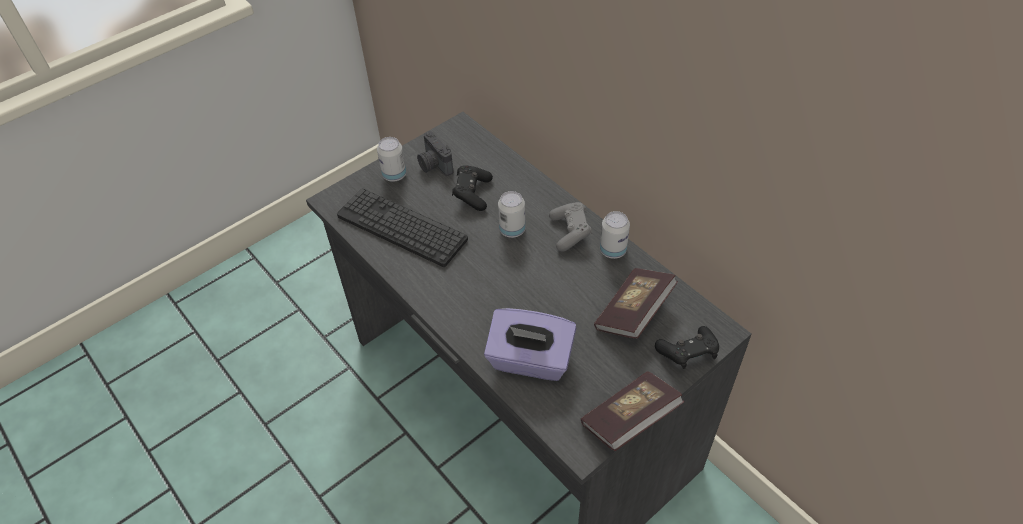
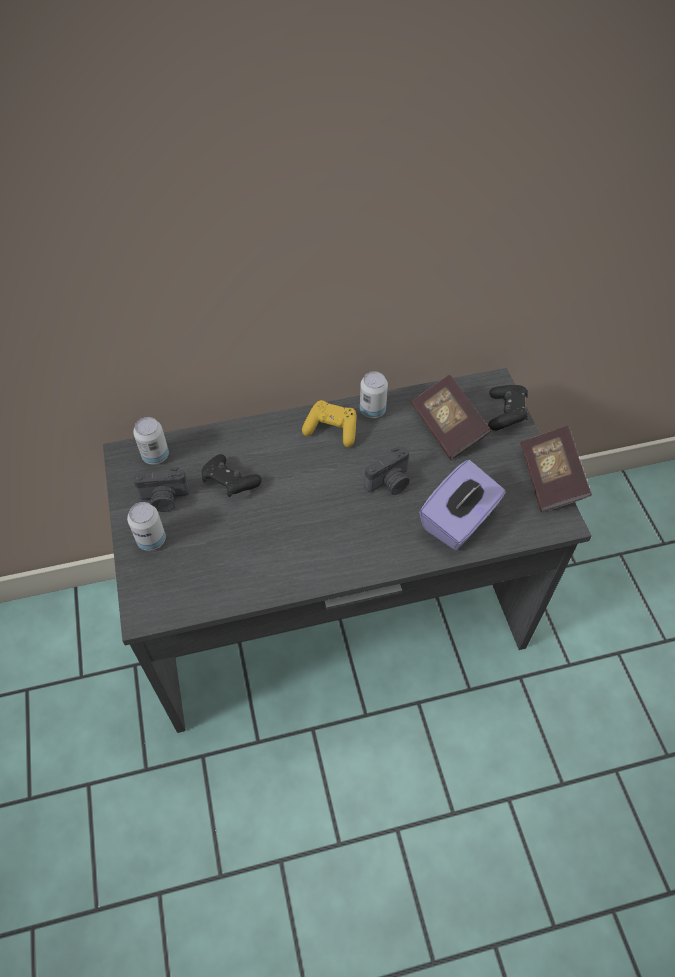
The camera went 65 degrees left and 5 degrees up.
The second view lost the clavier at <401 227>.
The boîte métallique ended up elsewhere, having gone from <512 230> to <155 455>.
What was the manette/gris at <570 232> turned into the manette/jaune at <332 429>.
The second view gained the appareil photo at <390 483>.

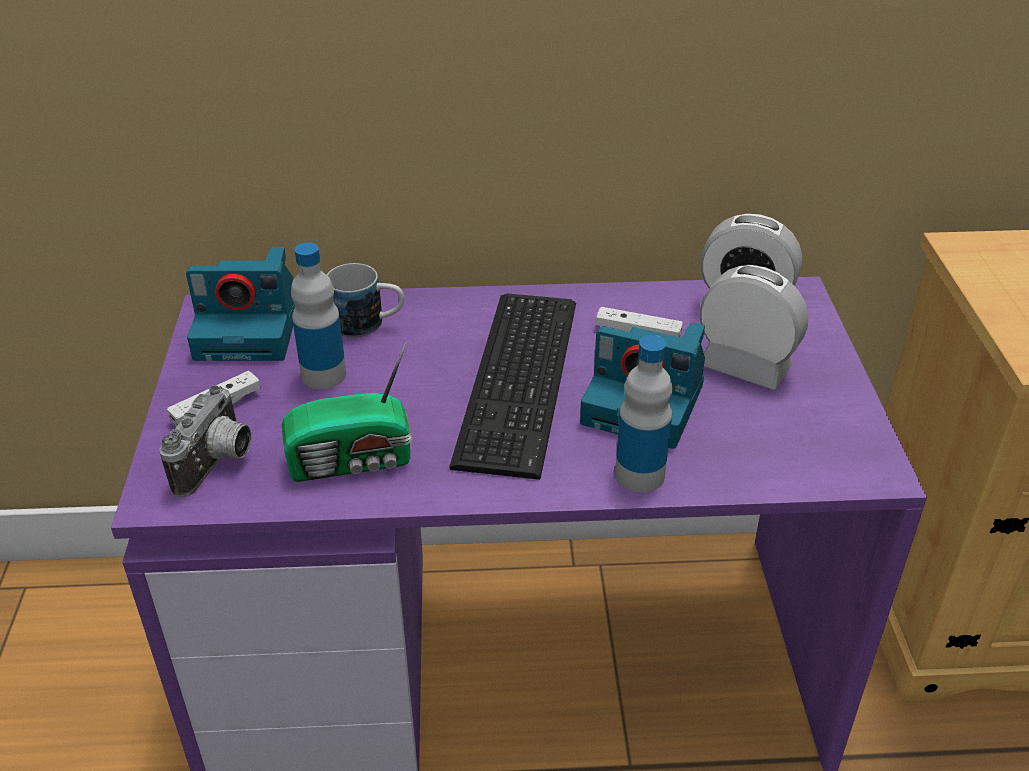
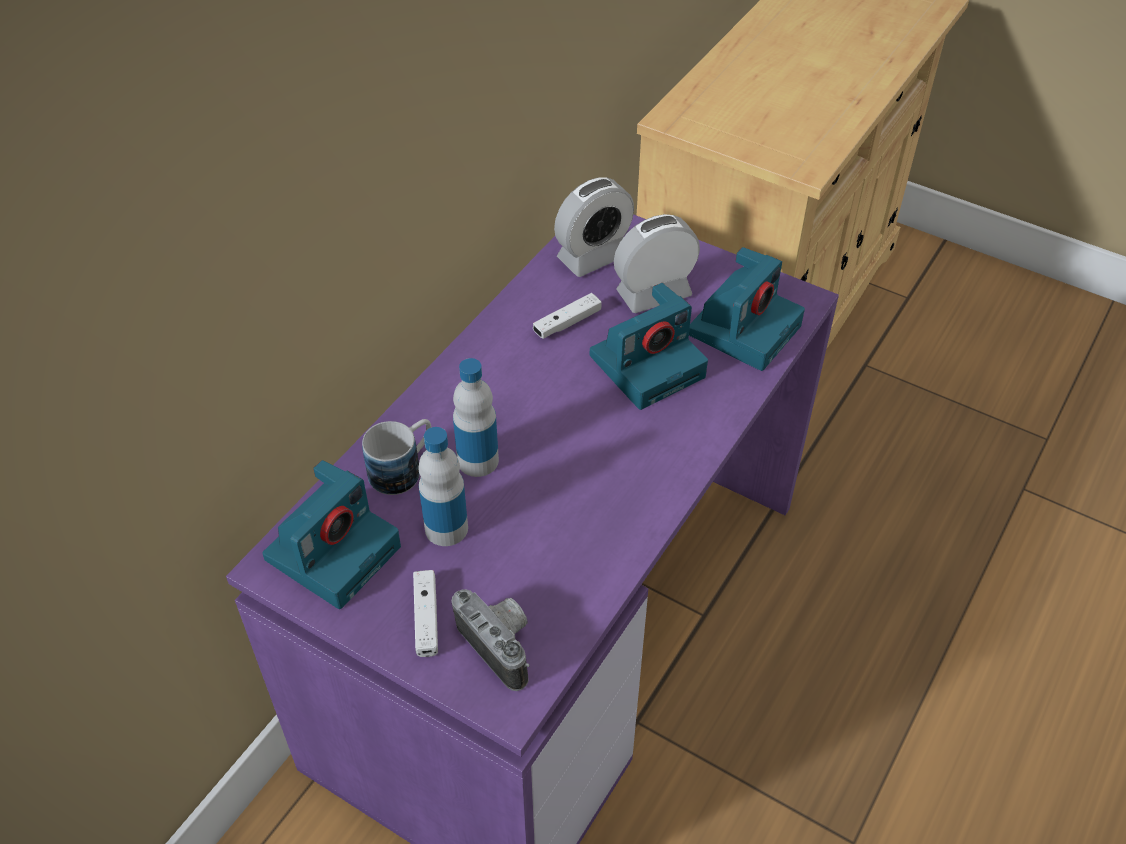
The camera went 55 degrees left and 10 degrees up.
The second view lost the radio at <354 461>.
The second view lost the clavier at <524 378>.
The bouteille ended up elsewhere, having gone from <639 475> to <478 460>.
The second view gained the appareil photo at <744 328>.

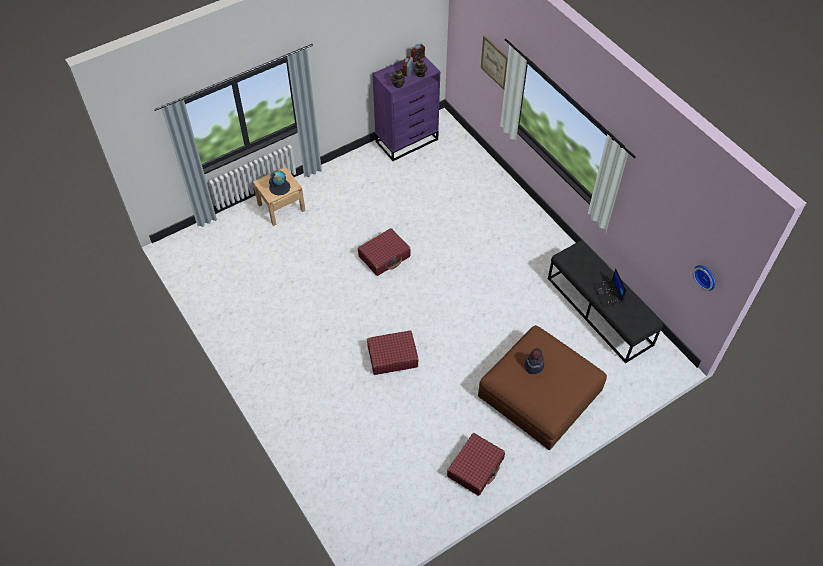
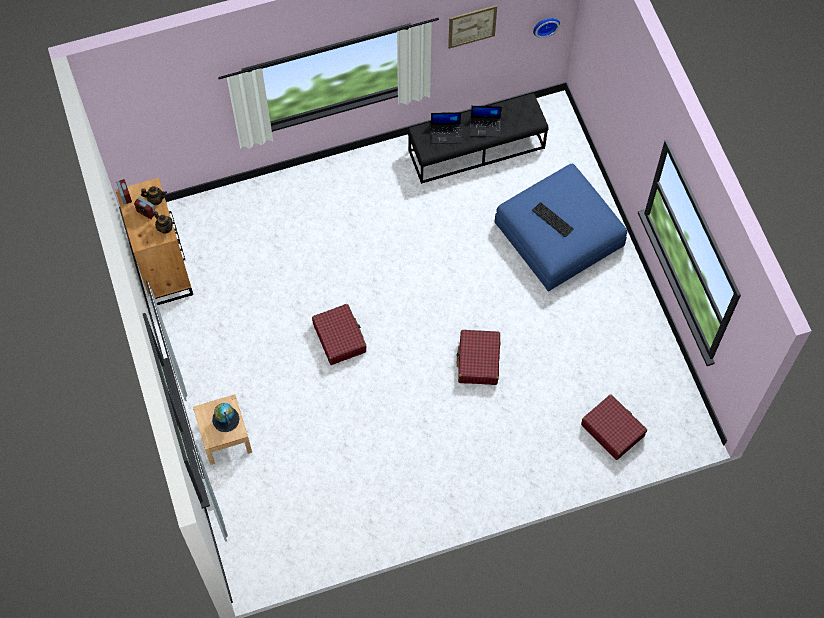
The camera went 75 degrees left and 10 degrees up.
What was the commode/violet at <407 140> turned into the commode/marron at <164 270>.
The valise/rouge ended up elsewhere, having gone from <475 467> to <612 430>.
What was the pouf/marron at <540 393> turned into the pouf/bleu at <559 234>.
The tableau ended up elsewhere, having gone from <495 62> to <472 26>.
Where the chapeau stood at <533 365>, the clavier came to stand at <552 220>.
The second view gained the ordinateur portable at <446 133>.

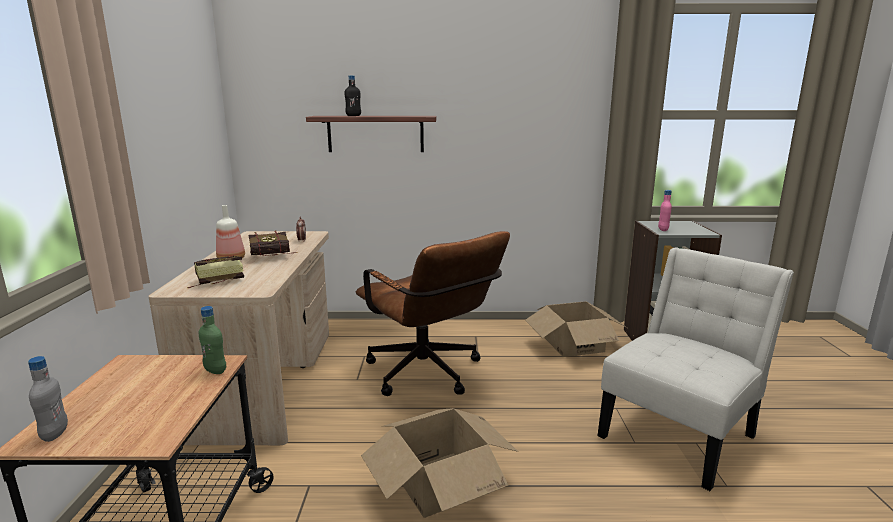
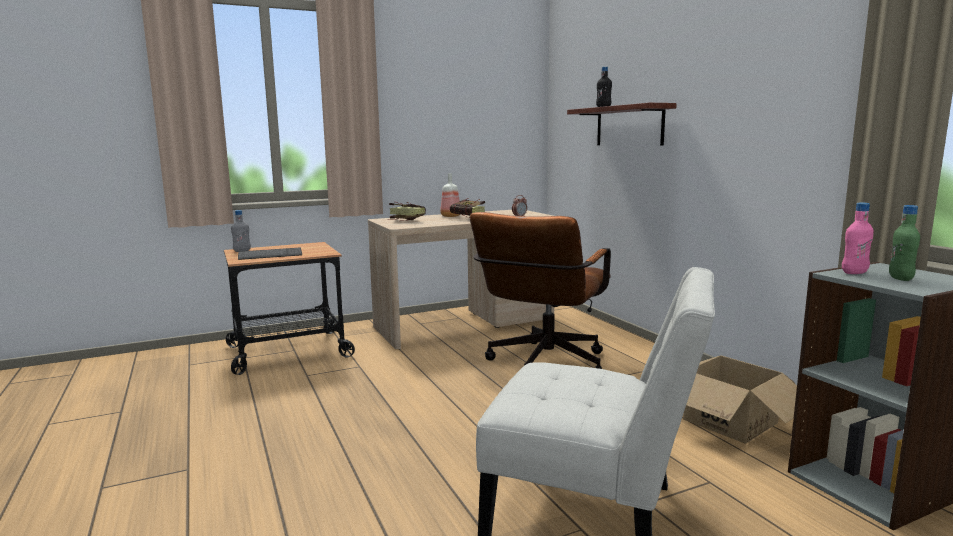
The camera went 65 degrees right and 5 degrees down.
The bouteille/vert ended up elsewhere, having gone from <215 370> to <900 278>.
The second view lost the carton at <440 482>.
The second view gained the clavier at <270 255>.

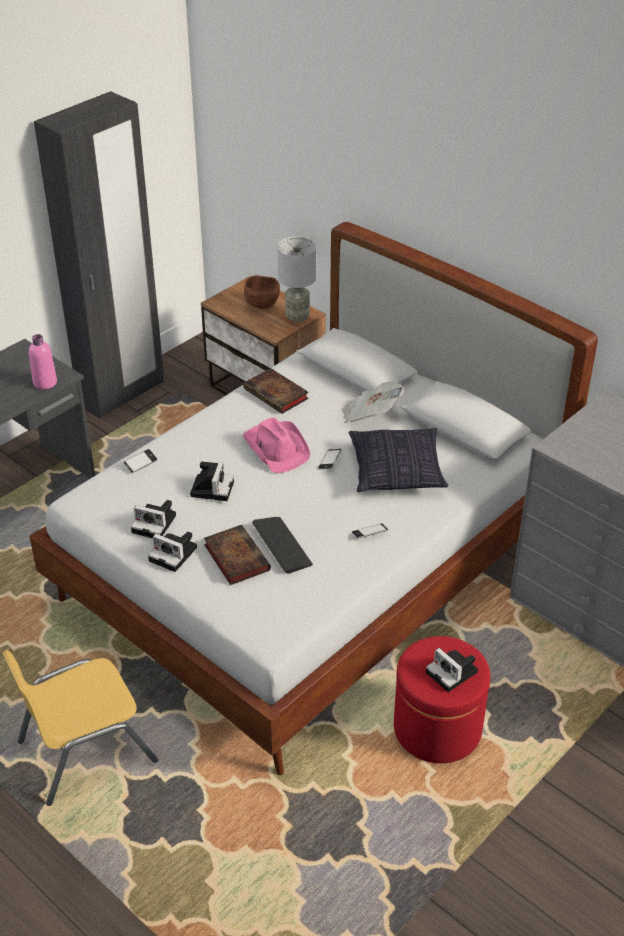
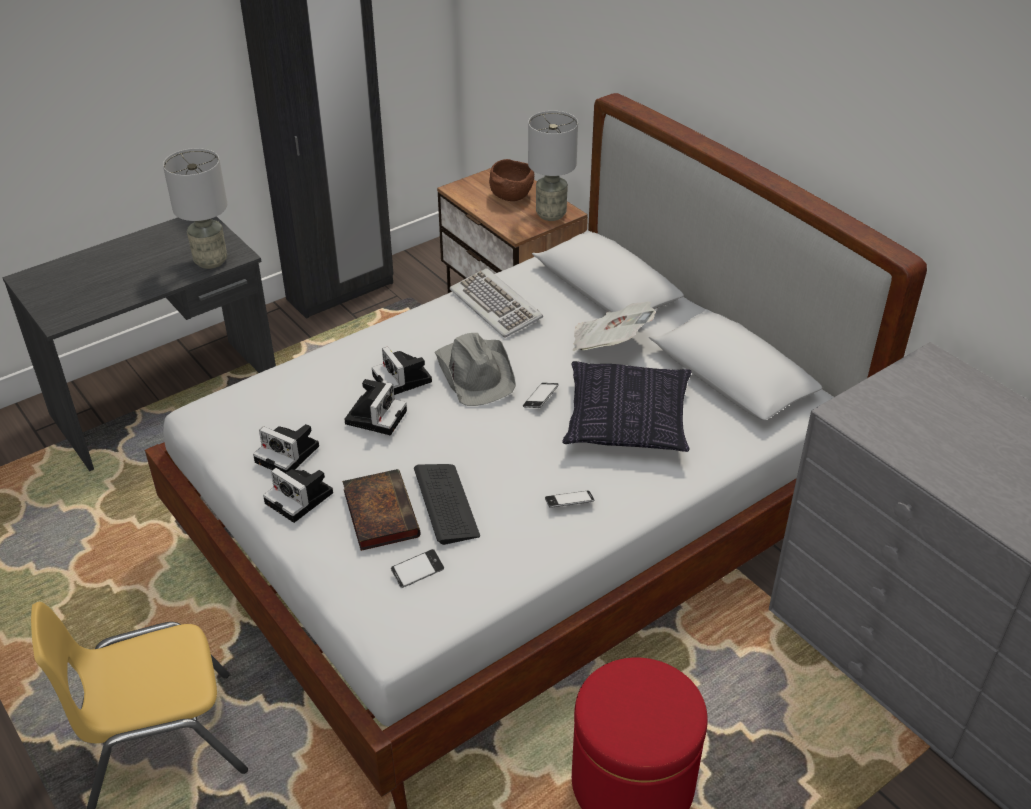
The camera went 10 degrees right and 0 degrees up.
Where the bouteille/rose stood at <45 382>, the lampe de table/gris came to stand at <211 261>.
The téléphone ended up elsewhere, having gone from <140 463> to <417 571>.
What was the chapeau/rose at <277 447> turned into the chapeau/gris at <476 372>.
Where the livre stood at <277 395>, the clavier came to stand at <496 306>.
The appareil photo ended up elsewhere, having gone from <453 673> to <404 380>.

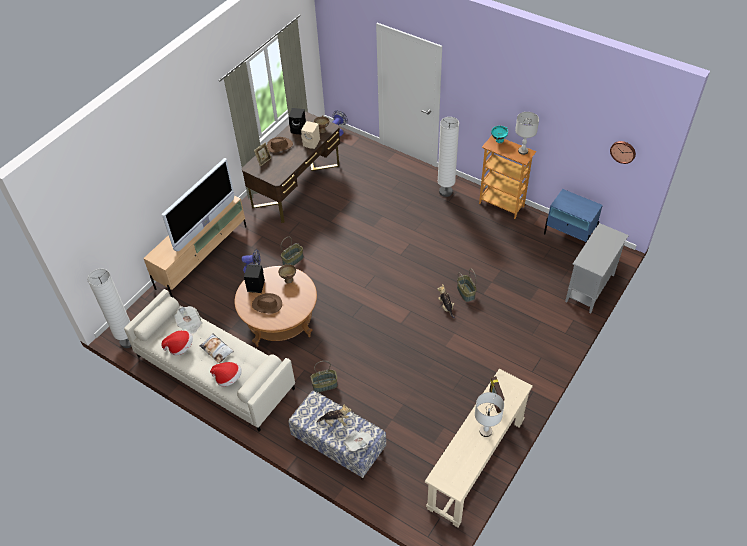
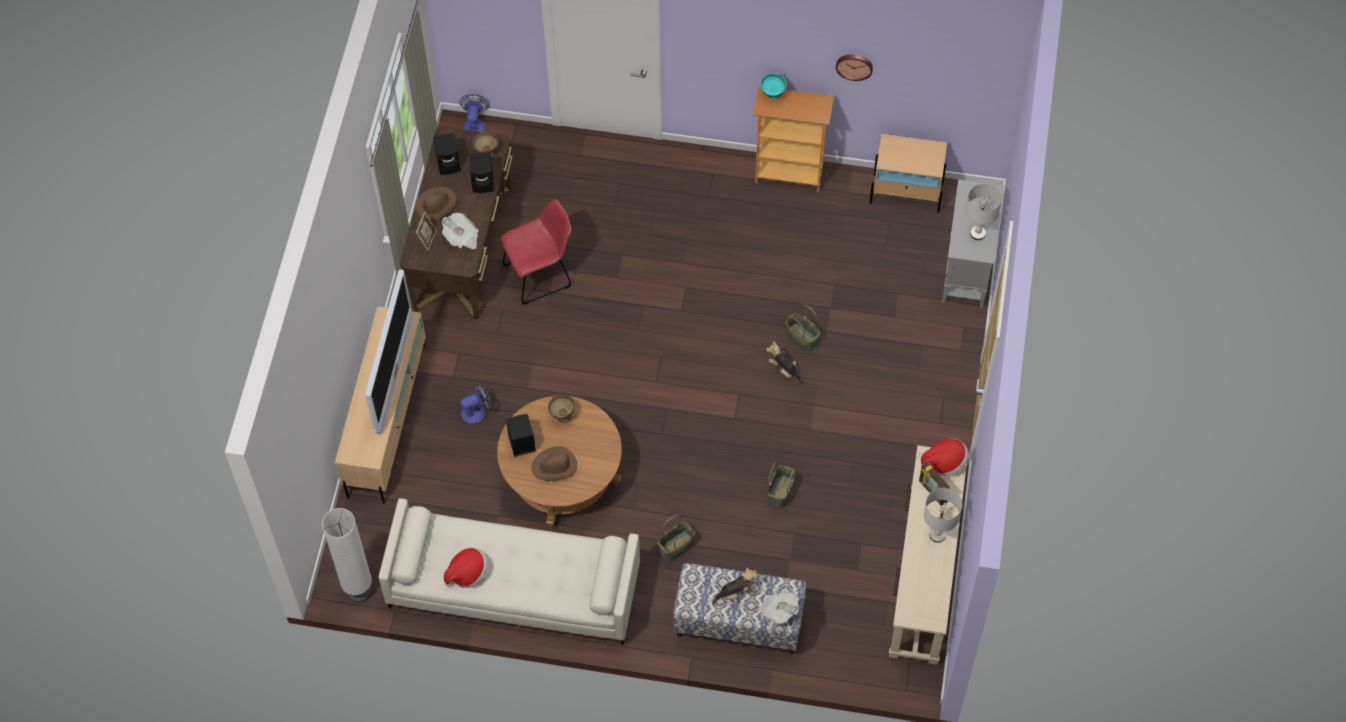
The camera went 25 degrees left and 10 degrees up.
The journal ended up elsewhere, having gone from <190 324> to <461 237>.
The second view lost the coussin at <217 349>.
The chapeau ended up elsewhere, having gone from <228 378> to <945 462>.
The panier ended up elsewhere, having gone from <293 260> to <780 491>.
What was the enceinte/beige at <312 143> turned into the enceinte/noir at <484 182>.
The second view lost the lampadaire/blanc at <445 192>.
The lampe de table/gris ended up elsewhere, having gone from <523 151> to <978 233>.
What was the table de chevet/bleu at <569 235> turned into the table de chevet/beige at <906 193>.
The horloge murale ended up elsewhere, having gone from <623 151> to <854 66>.
The second view gained the chaise/rouge at <541 274>.

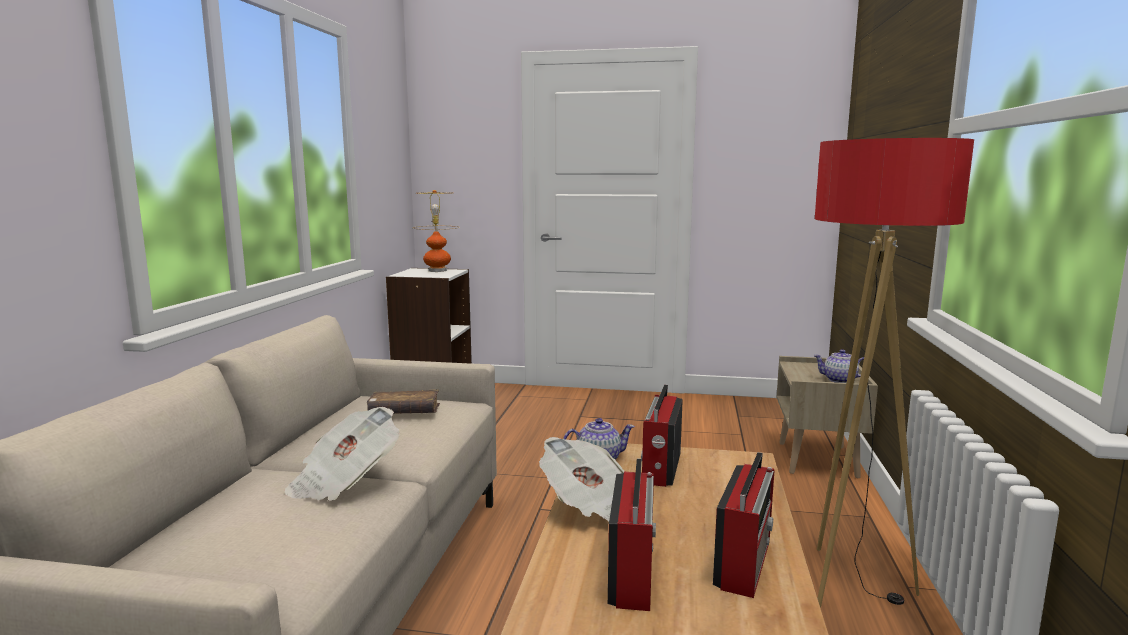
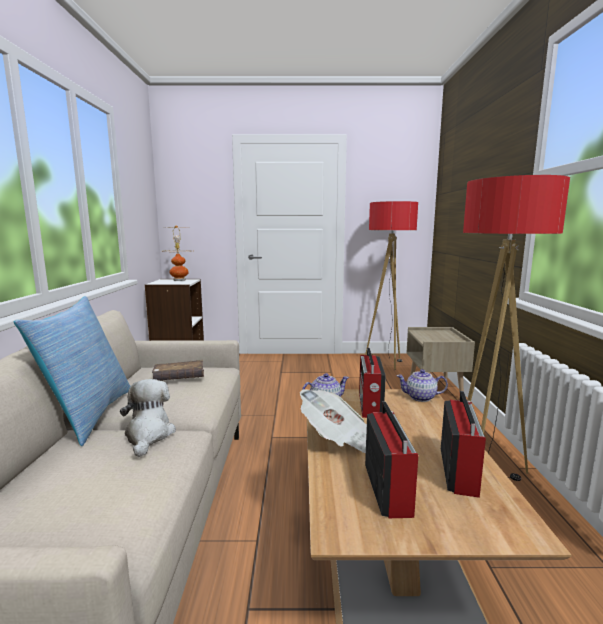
The camera went 10 degrees left and 0 degrees up.
Where the journal stood at <344 481>, the peluche came to stand at <148 435>.
The théière ended up elsewhere, having gone from <840 380> to <421 397>.
The second view gained the coussin at <88 415>.
The second view gained the lampadaire at <386 362>.

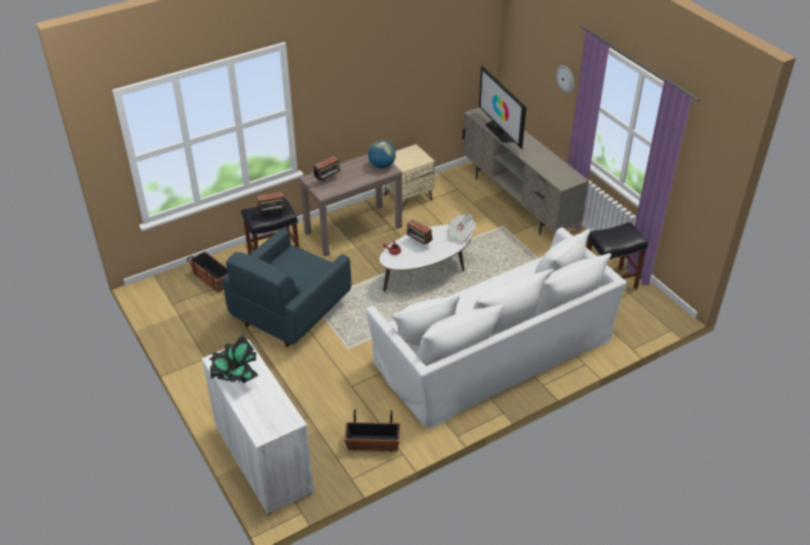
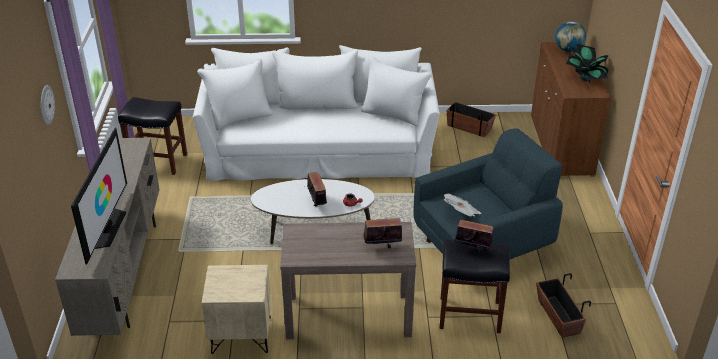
The camera went 150 degrees left and 5 degrees down.
What was the meuble de rangement/blanc at <263 458> turned into the meuble de rangement/marron at <561 145>.
The globe ended up elsewhere, having gone from <382 165> to <568 50>.
The journal ended up elsewhere, having gone from <459 235> to <461 213>.

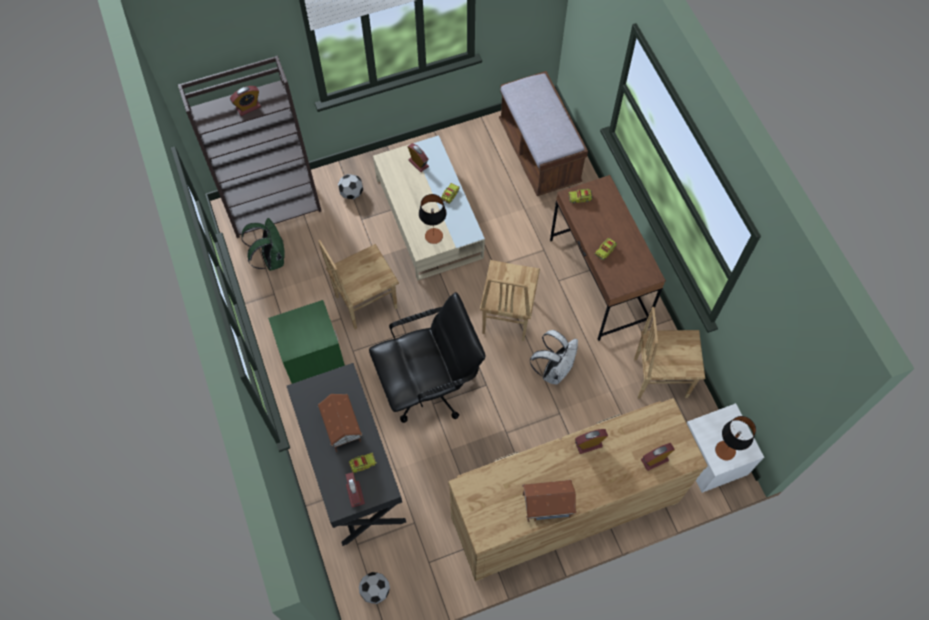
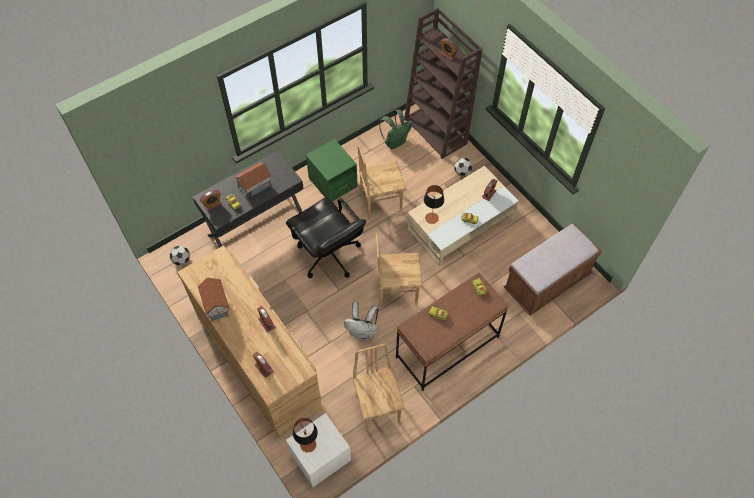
The camera went 75 degrees right and 5 degrees down.
The chaise/marron at <365 301> ended up facing another way, 60 degrees counterclockwise from before.

